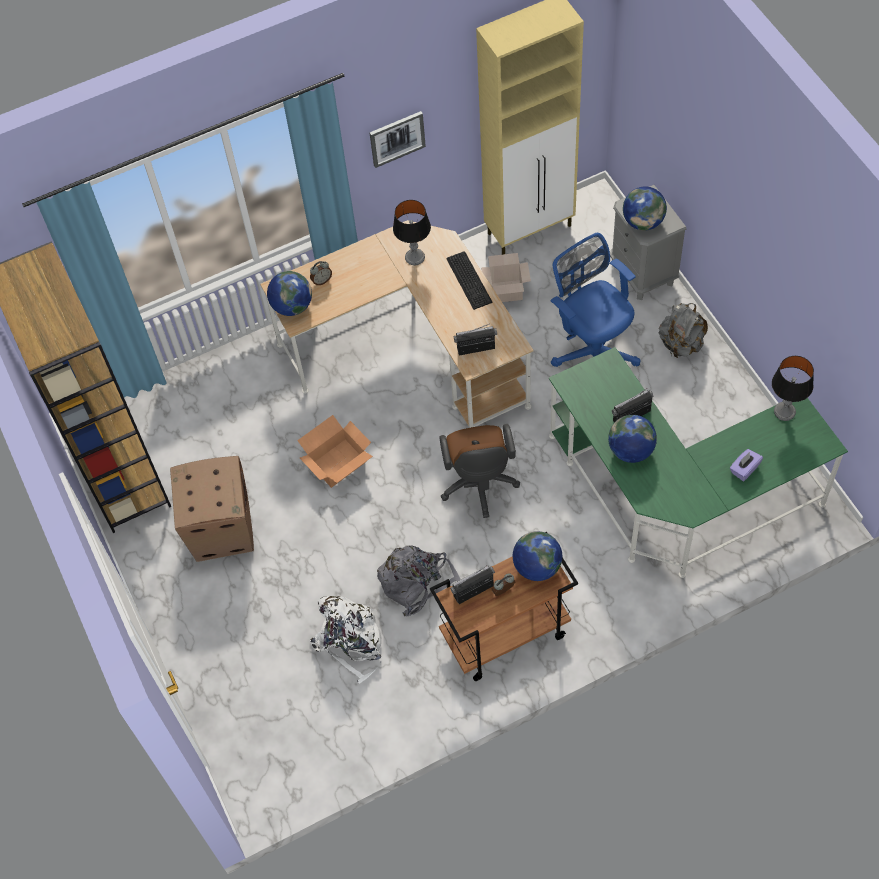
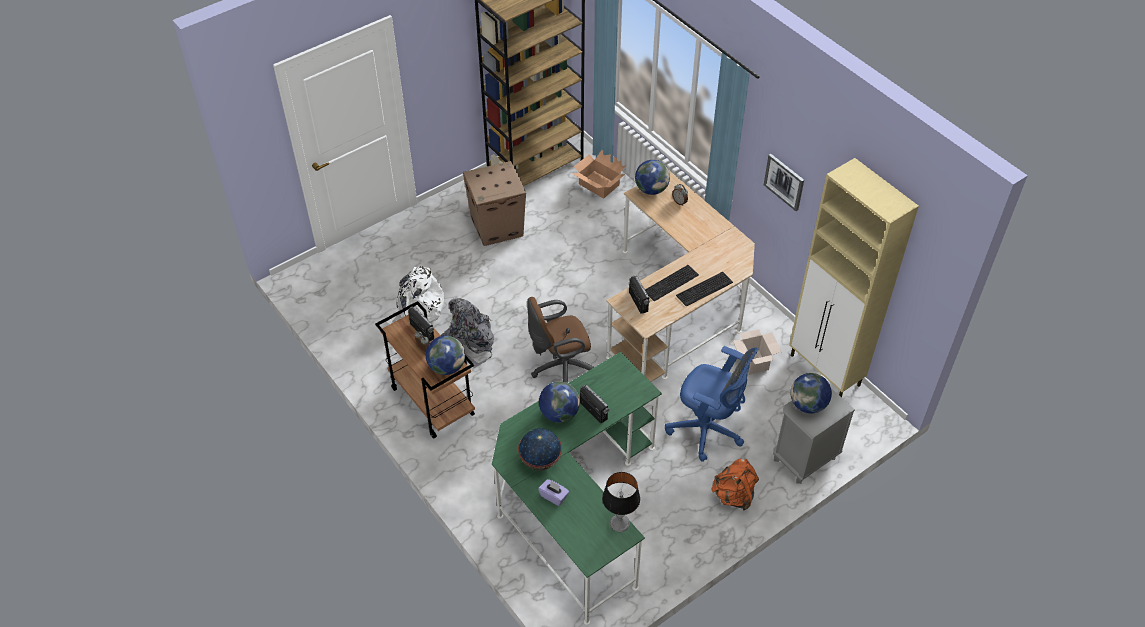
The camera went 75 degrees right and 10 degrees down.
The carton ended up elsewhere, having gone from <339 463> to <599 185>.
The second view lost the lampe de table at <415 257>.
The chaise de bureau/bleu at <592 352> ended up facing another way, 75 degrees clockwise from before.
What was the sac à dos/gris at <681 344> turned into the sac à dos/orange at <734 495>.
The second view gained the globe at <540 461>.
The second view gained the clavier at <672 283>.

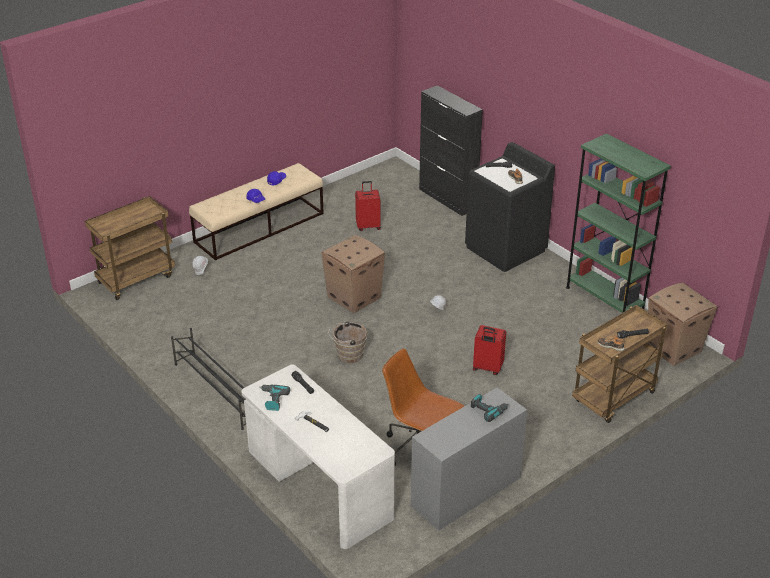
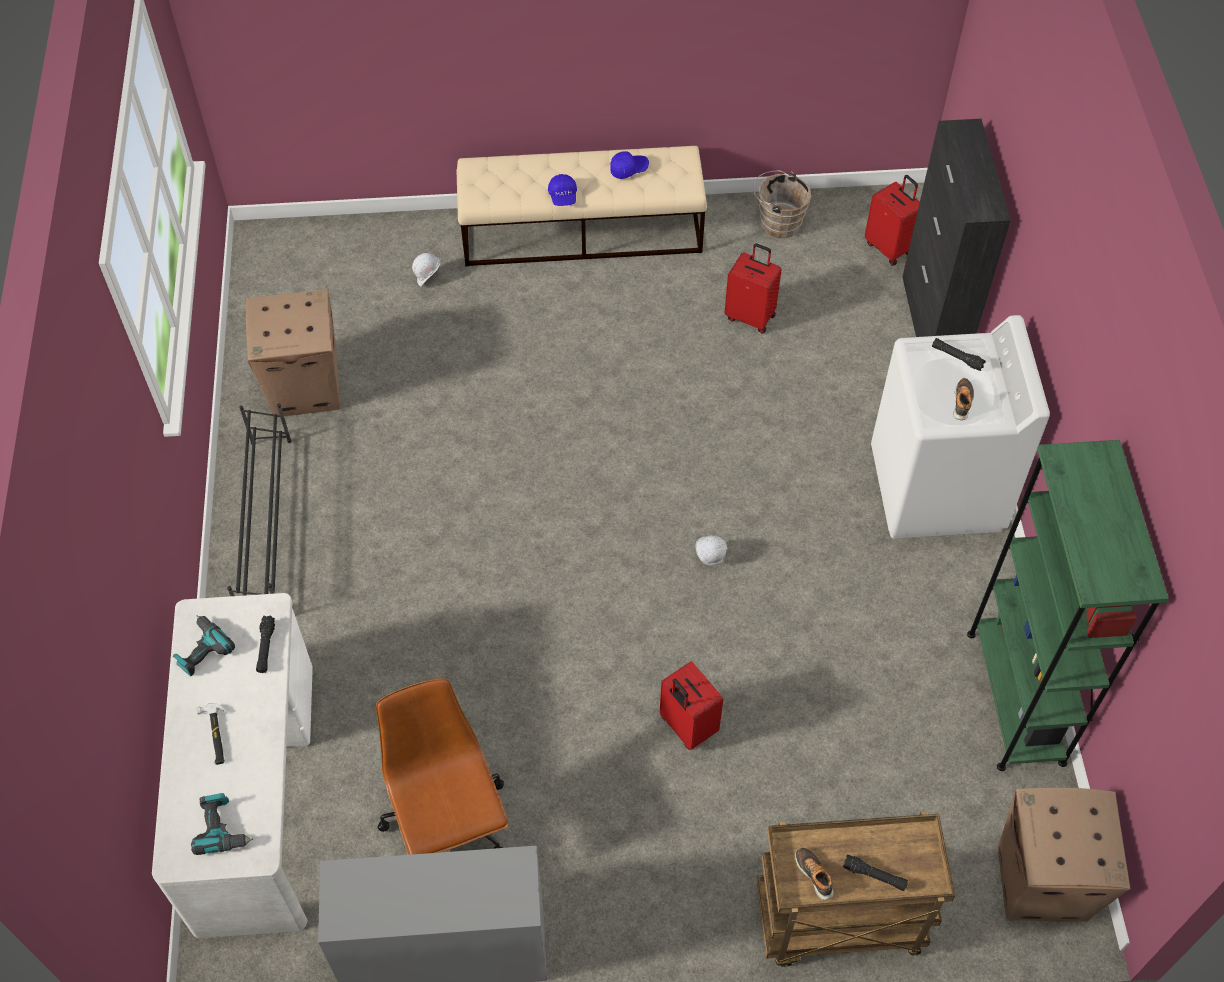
The camera went 35 degrees right and 20 degrees up.
The second view lost the chariot/marron at <136 278>.
The carton ended up elsewhere, having gone from <354 297> to <306 387>.
The seau/marron ended up elsewhere, having gone from <347 355> to <777 222>.
What was the lave-linge/noir at <506 249> turned into the lave-linge/blanc at <937 489>.
The perceuse ended up elsewhere, having gone from <488 410> to <222 828>.
The second view gained the valise/rouge at <889 247>.

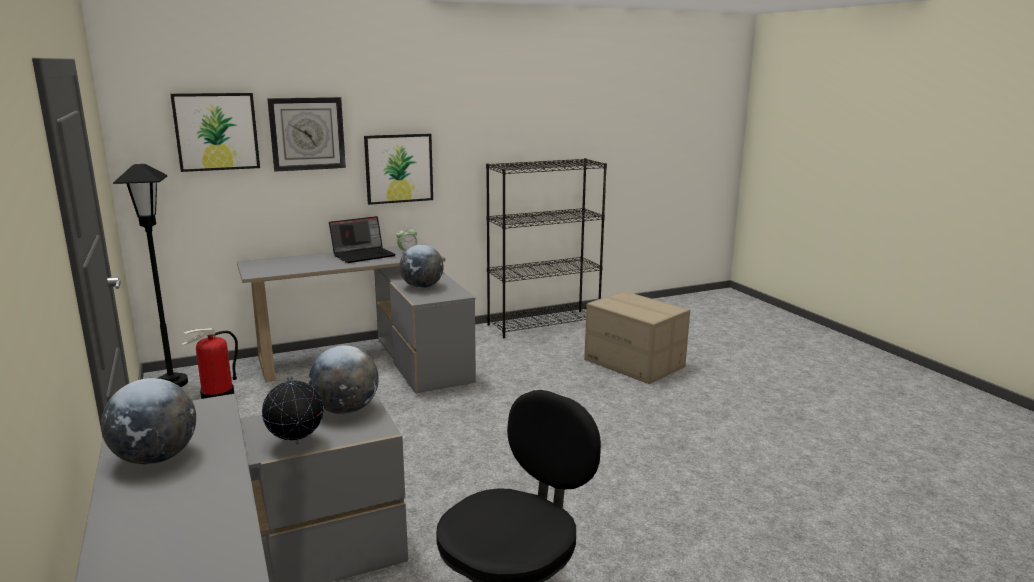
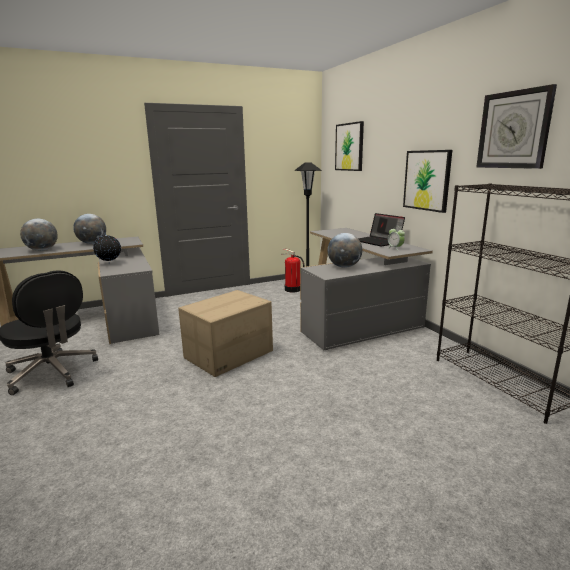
The camera went 90 degrees right and 0 degrees up.
The horloge murale ended up elsewhere, having gone from <307 133> to <514 130>.
The globe ended up elsewhere, having gone from <346 410> to <42 250>.
The carton ended up elsewhere, having gone from <635 363> to <229 355>.

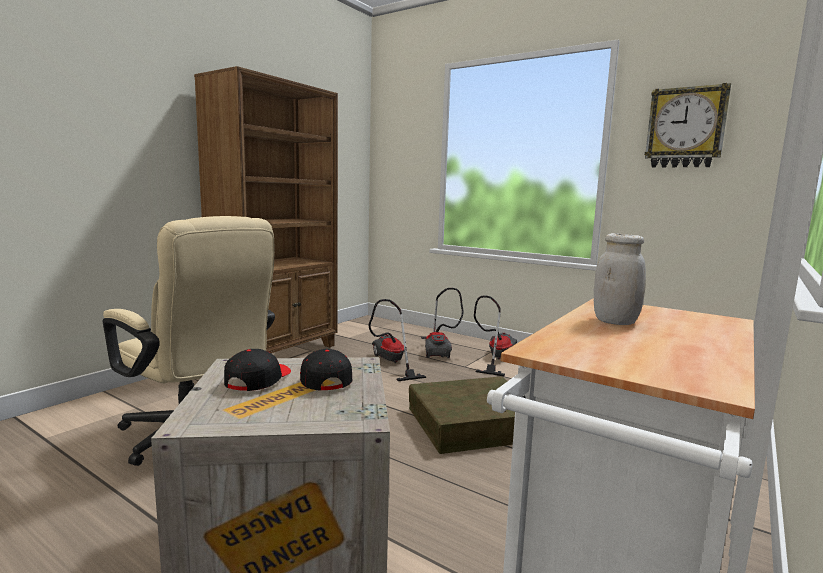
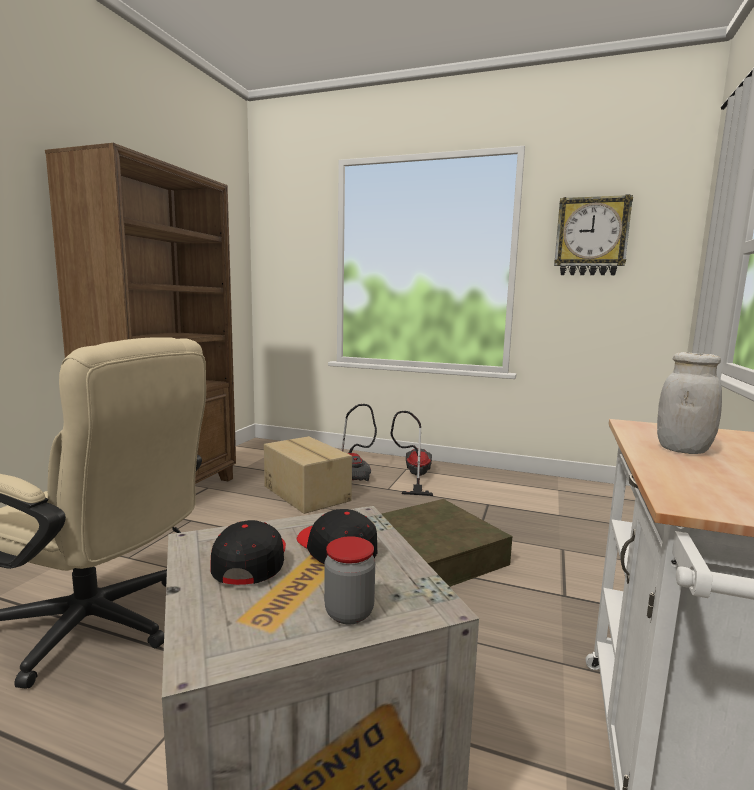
The camera went 15 degrees left and 0 degrees up.
Where the aspirateur stood at <391 362>, the carton came to stand at <307 493>.
The second view gained the bocal at <349 612>.

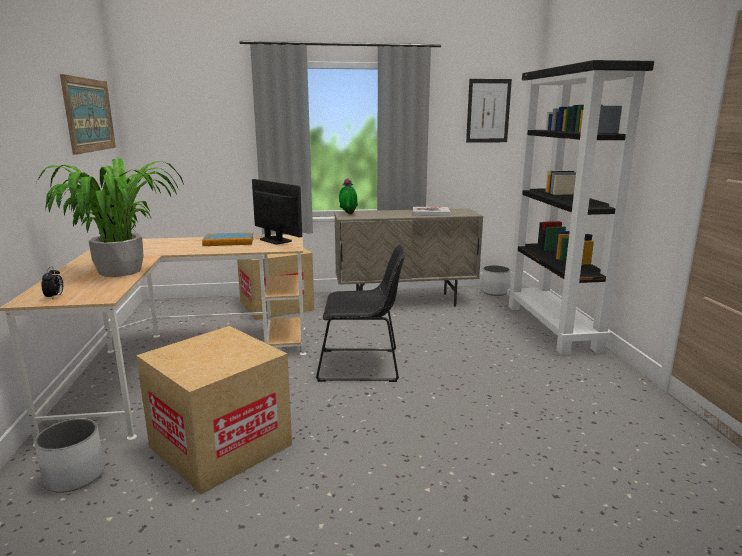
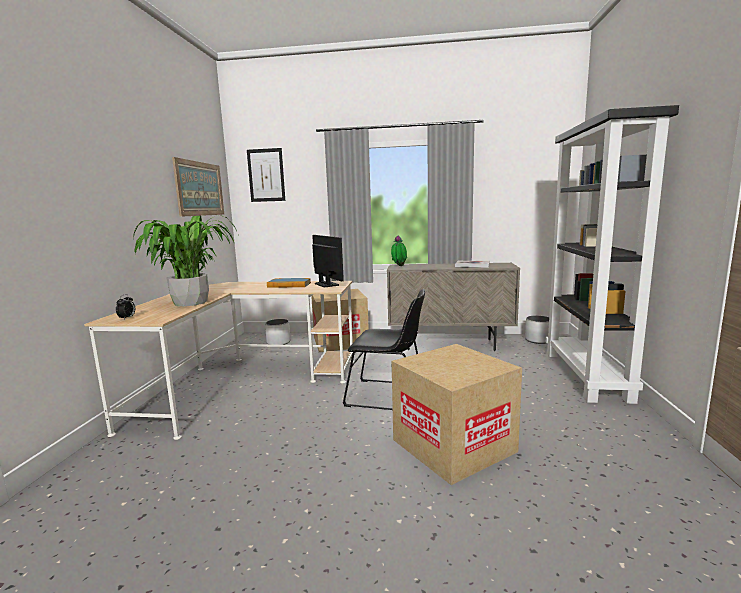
The camera went 15 degrees right and 5 degrees down.
The cache-pot/blanc ended up elsewhere, having gone from <75 476> to <278 342>.
The carton ended up elsewhere, having gone from <220 446> to <453 445>.
The tableau ended up elsewhere, having gone from <488 111> to <266 175>.

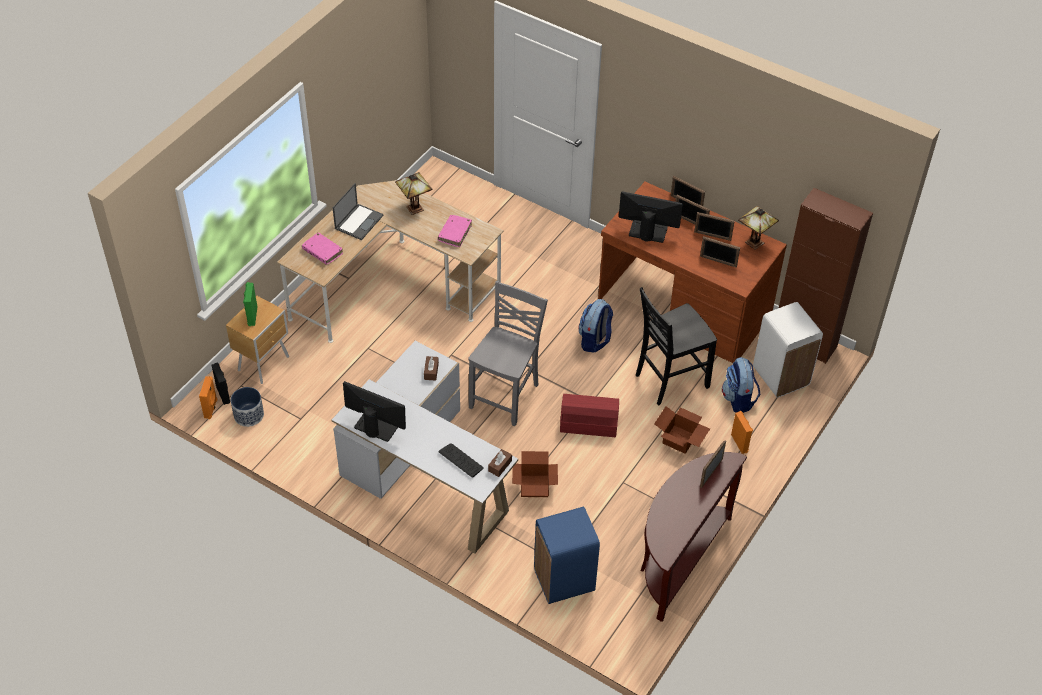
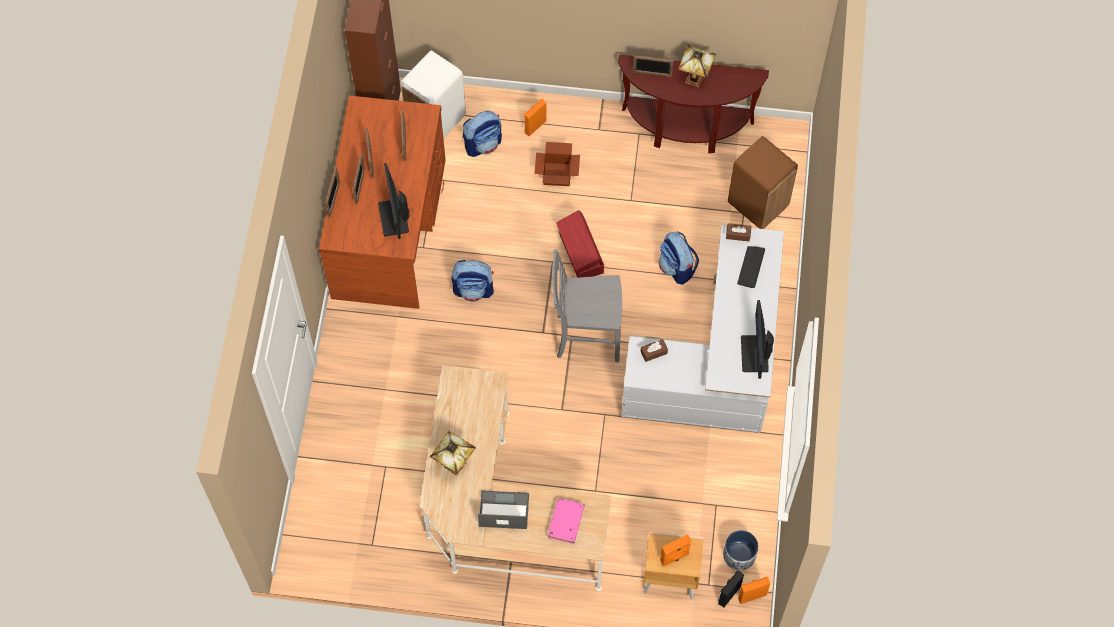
The camera went 115 degrees left and 15 degrees up.
What was the enceinte/vert at <252 316> turned into the enceinte/orange at <675 557>.
The second view lost the livre/rose at <455 233>.
Where the carton stood at <534 487>, the sac à dos came to stand at <677 268>.
What was the poubelle/bleu at <564 580> turned into the poubelle/marron at <758 203>.
The second view lost the chaise/noir at <669 380>.
The lampe de table ended up elsewhere, having gone from <754 244> to <695 79>.

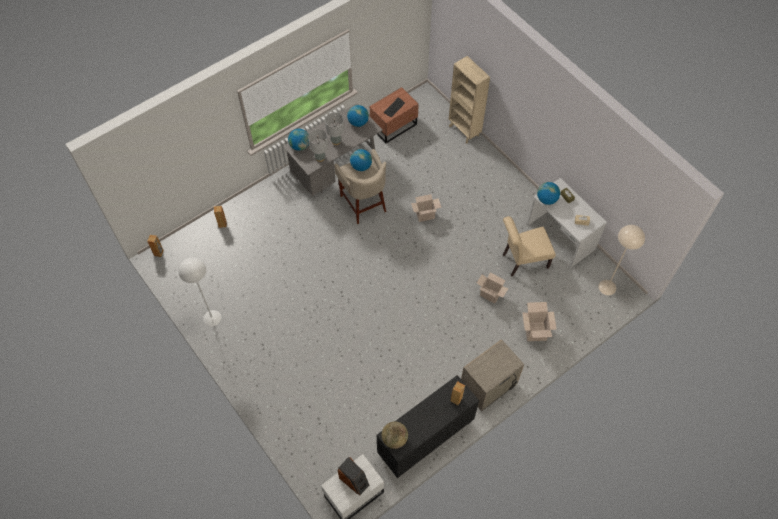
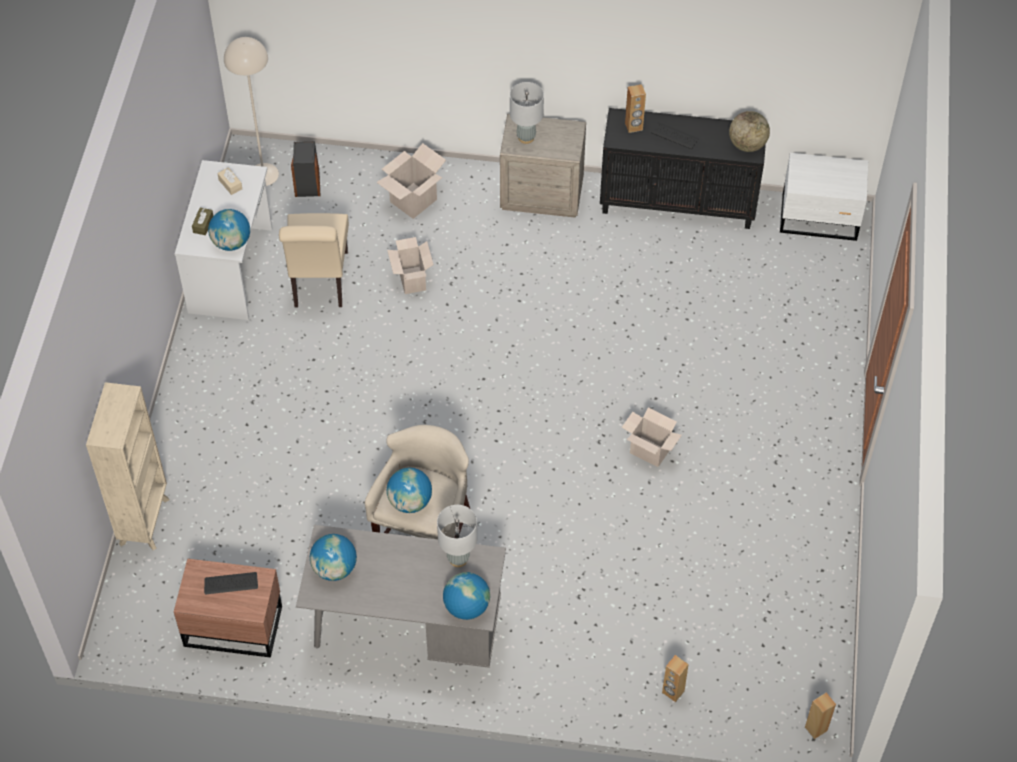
The camera went 135 degrees left and 5 degrees down.
The second view lost the lampadaire/blanc at <212 318>.
The lampe de table/gris ended up elsewhere, having gone from <336 141> to <526 137>.
The enceinte ended up elsewhere, having gone from <354 480> to <308 181>.
The carton ended up elsewhere, having gone from <425 215> to <648 452>.
The chaise/beige at <522 261> ended up facing another way, 60 degrees clockwise from before.

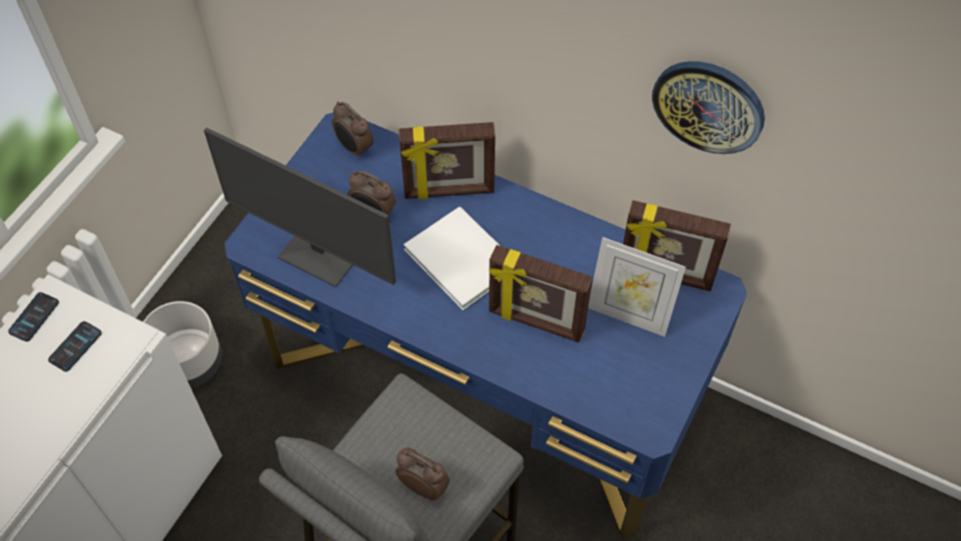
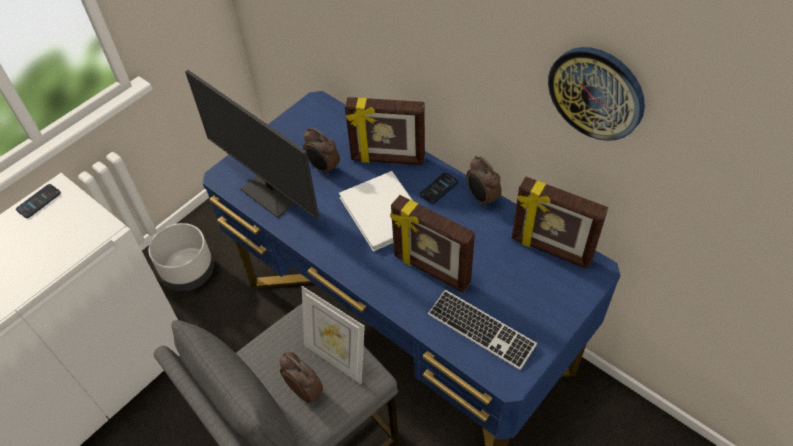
The camera went 15 degrees right and 5 degrees down.
The téléphone ended up elsewhere, having gone from <75 346> to <439 189>.
The réveil ended up elsewhere, having gone from <354 148> to <481 198>.
The cadre photo ended up elsewhere, having gone from <628 315> to <337 358>.
The second view gained the clavier at <481 330>.

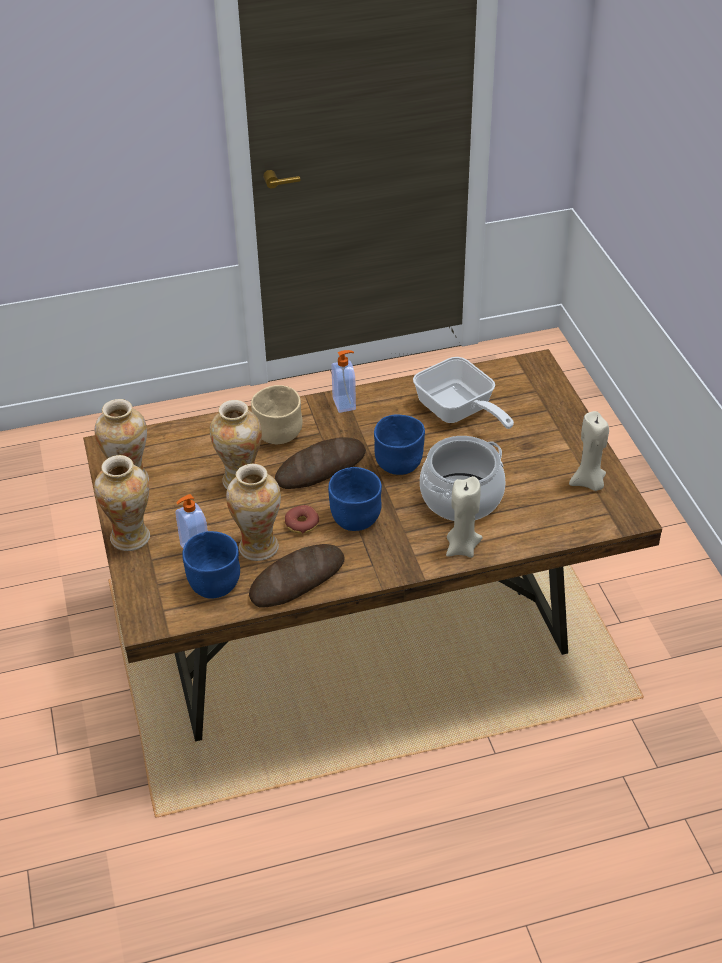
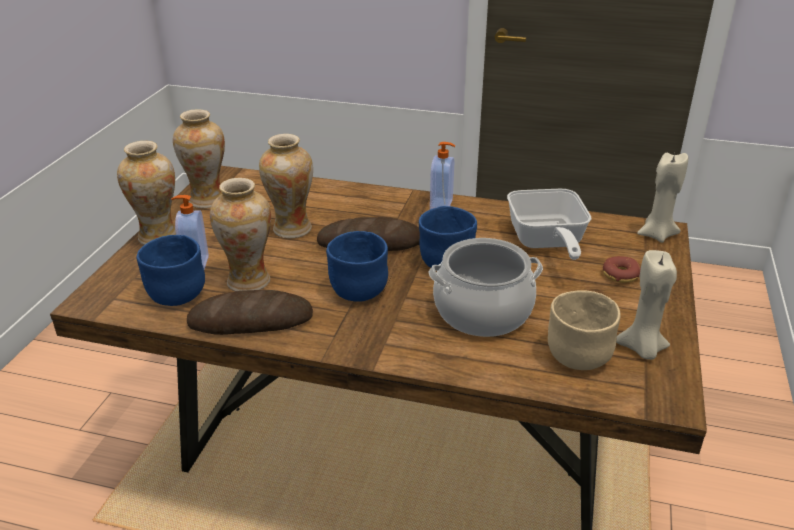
The camera went 30 degrees right and 10 degrees down.
The bol/beige ended up elsewhere, having gone from <278 434> to <577 357>.
The beignet ended up elsewhere, having gone from <302 524> to <620 275>.
The bougie/beige ended up elsewhere, having gone from <462 548> to <656 235>.

